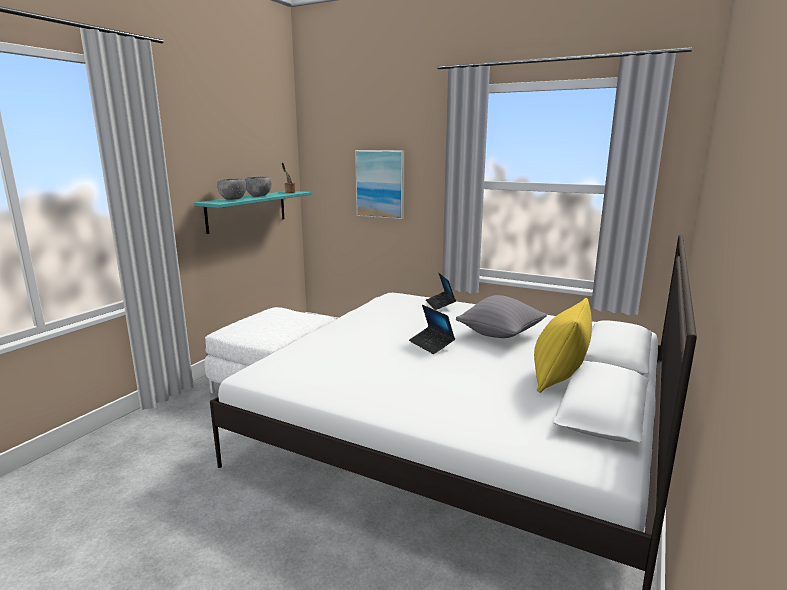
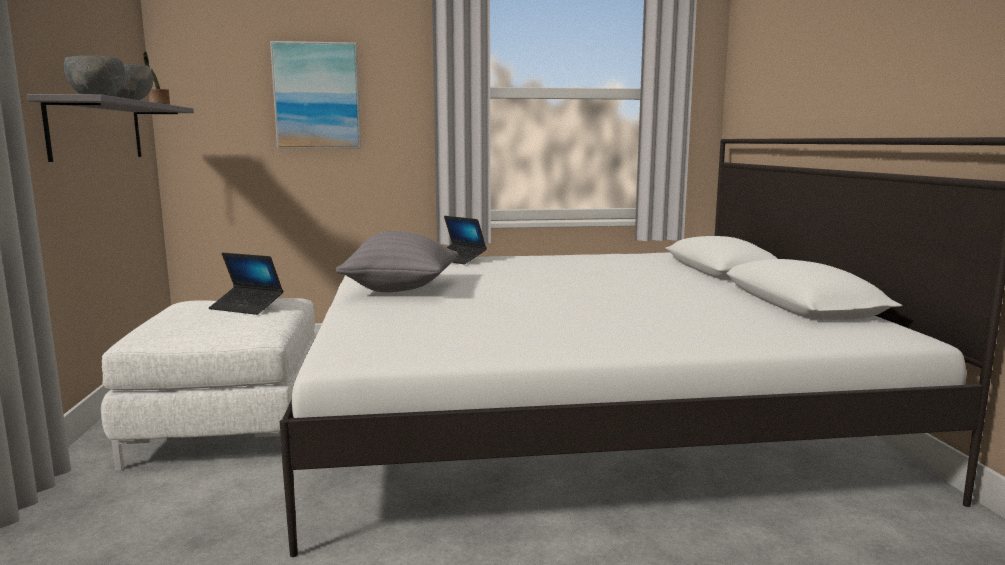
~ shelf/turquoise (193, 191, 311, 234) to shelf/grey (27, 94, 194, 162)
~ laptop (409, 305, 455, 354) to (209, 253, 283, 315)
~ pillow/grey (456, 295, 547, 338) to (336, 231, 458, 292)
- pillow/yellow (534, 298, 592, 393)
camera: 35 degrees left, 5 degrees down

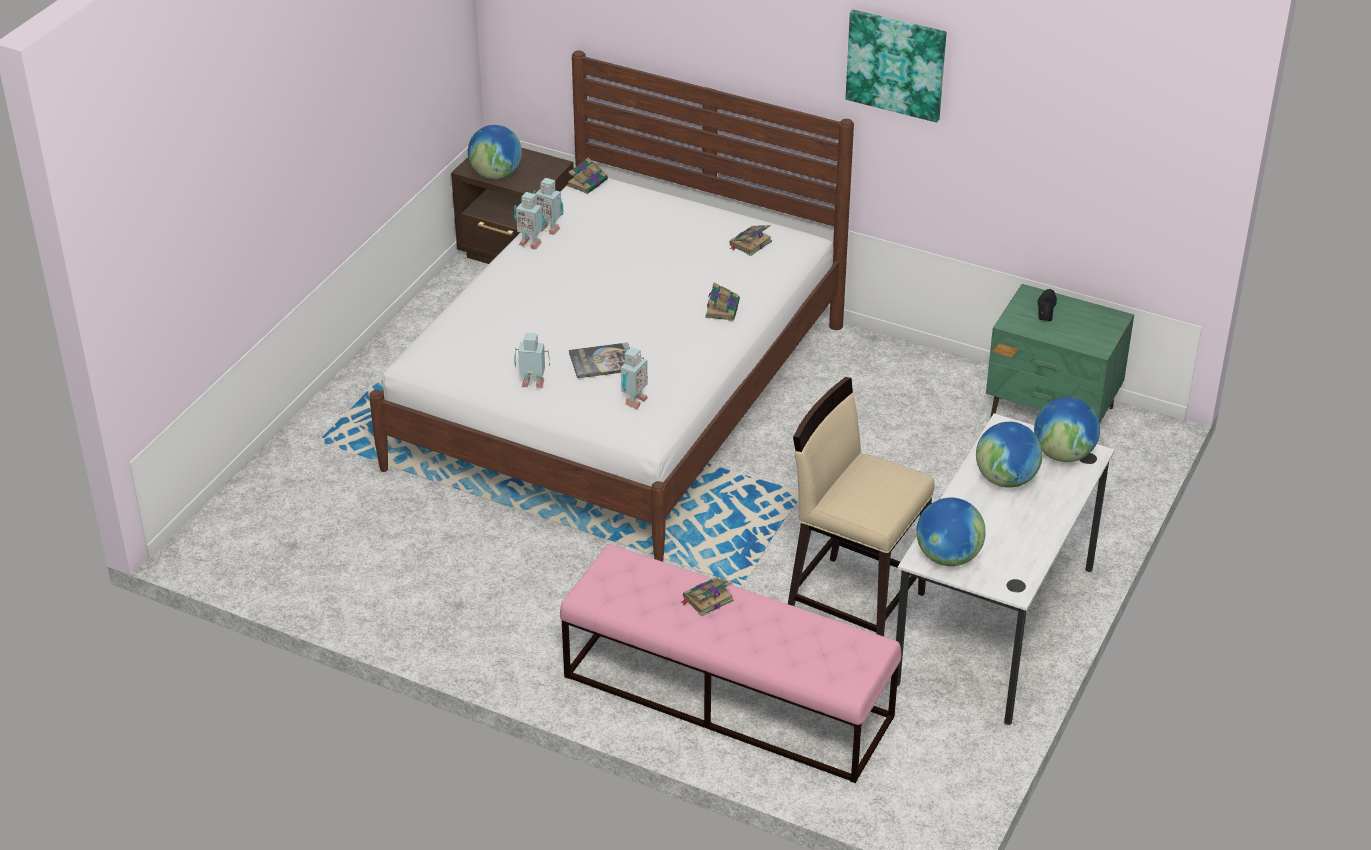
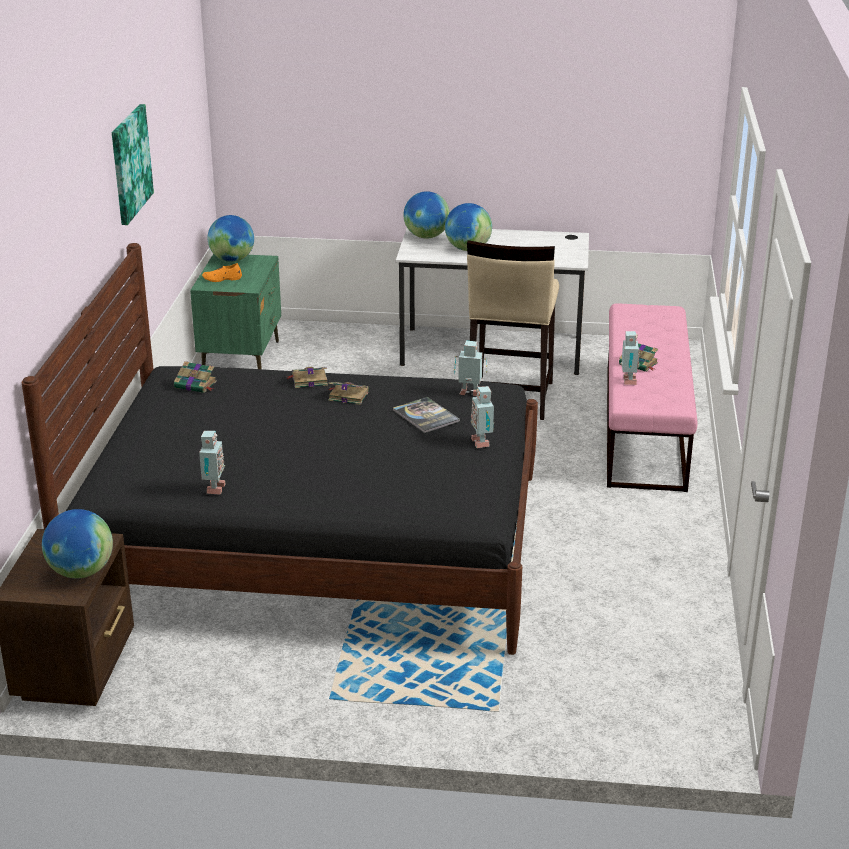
~ bed/white (369, 50, 854, 562) to bed/black (21, 243, 538, 655)
~ toy robot (514, 192, 545, 249) to (619, 331, 640, 385)
~ book (567, 158, 608, 194) to (328, 382, 369, 405)
~ globe (916, 498, 986, 566) to (207, 215, 254, 262)
~ shoe/black (1038, 289, 1057, 321) to shoe/orange (202, 263, 242, 282)
camera: 110 degrees left, 10 degrees down

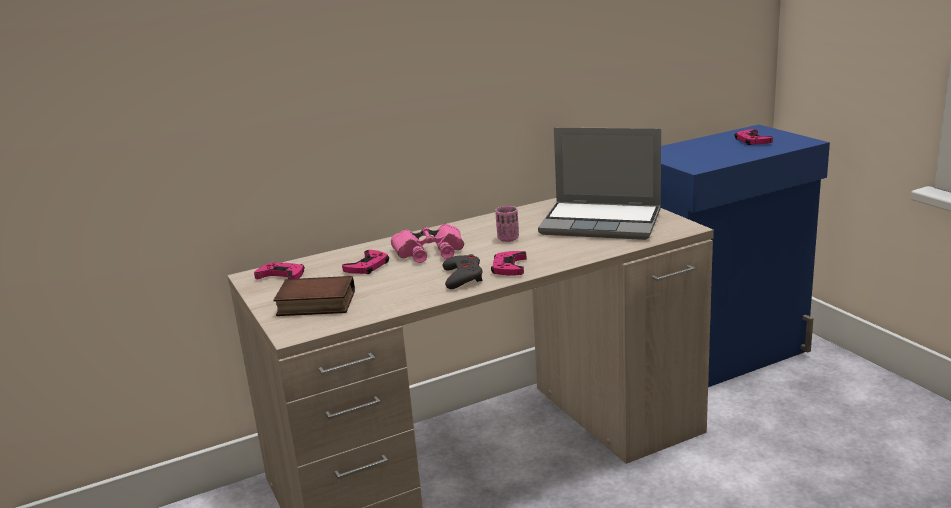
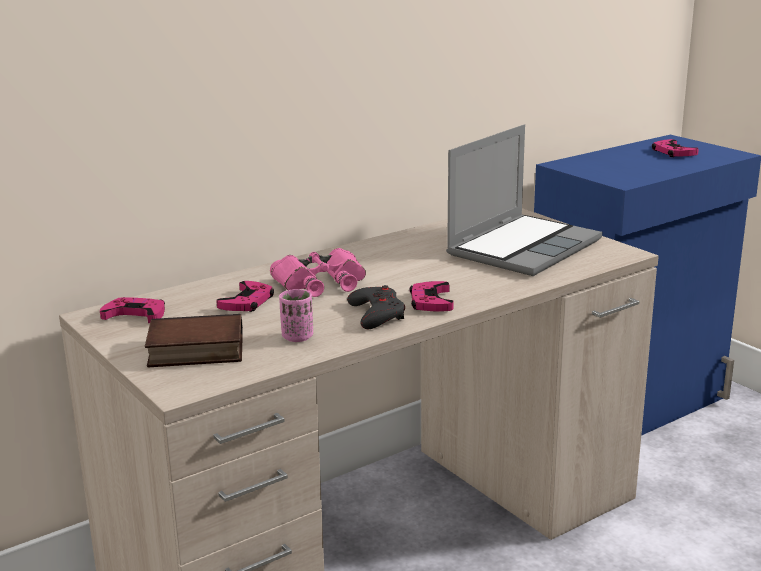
~ cup/pink (495, 206, 519, 242) to (279, 289, 313, 342)
~ laptop (538, 127, 661, 240) = (446, 124, 602, 276) 60 degrees counterclockwise
camera: 10 degrees left, 0 degrees up

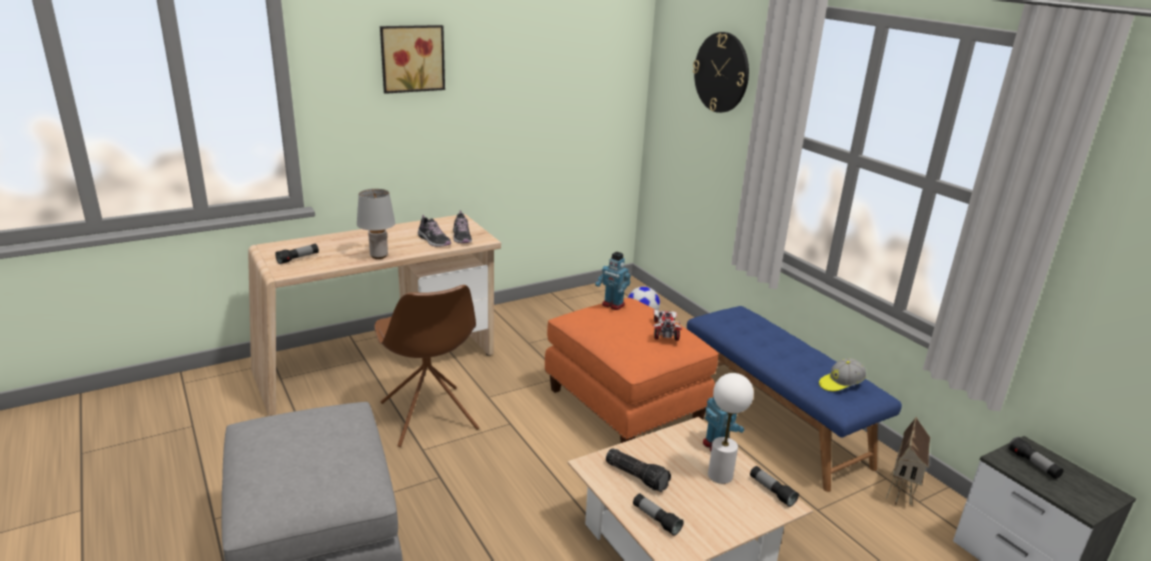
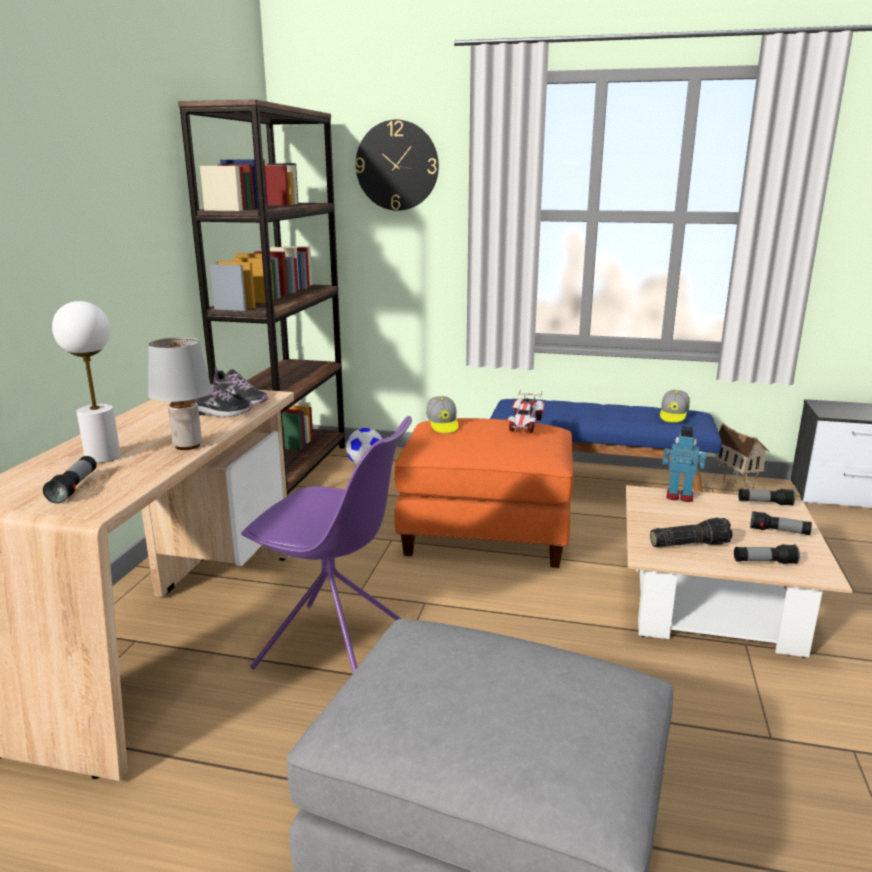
~ chair/brown (375, 285, 479, 447) to chair/purple (241, 416, 412, 673)
- picture (380, 25, 445, 94)
~ toy robot (595, 251, 631, 310) to cap (426, 396, 458, 434)
~ toy car (652, 310, 682, 341) = (507, 389, 544, 433) 120 degrees counterclockwise
~ table lamp/white (708, 373, 754, 484) to (52, 301, 121, 463)
~ flashlight (1008, 437, 1063, 479) to (750, 511, 812, 535)
+ bookcase/brown (178, 99, 345, 496)
camera: 45 degrees left, 5 degrees down

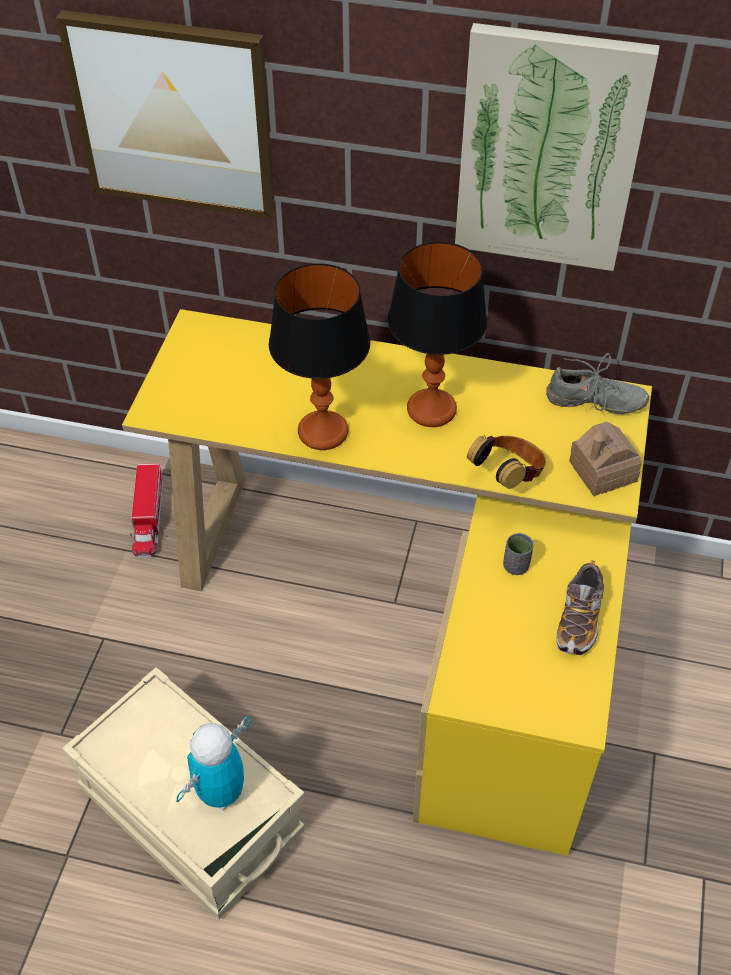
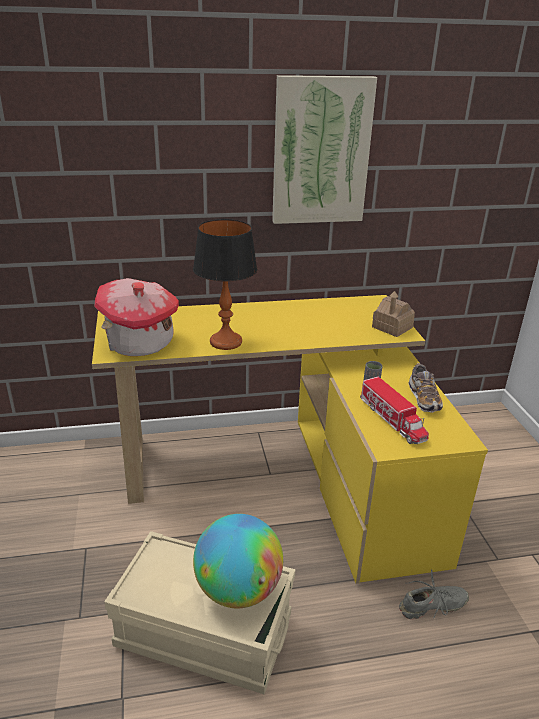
- picture (56, 10, 275, 219)
~ toy truck (130, 463, 163, 557) to (360, 377, 429, 444)
~ toy robot (176, 716, 250, 810) to globe (193, 514, 283, 608)
- table lamp (387, 242, 487, 427)
- headphones (467, 436, 546, 489)
~ shoe/grey (546, 353, 649, 414) to (399, 569, 469, 619)
+ toy house (95, 278, 179, 356)
camera: 25 degrees left, 20 degrees down

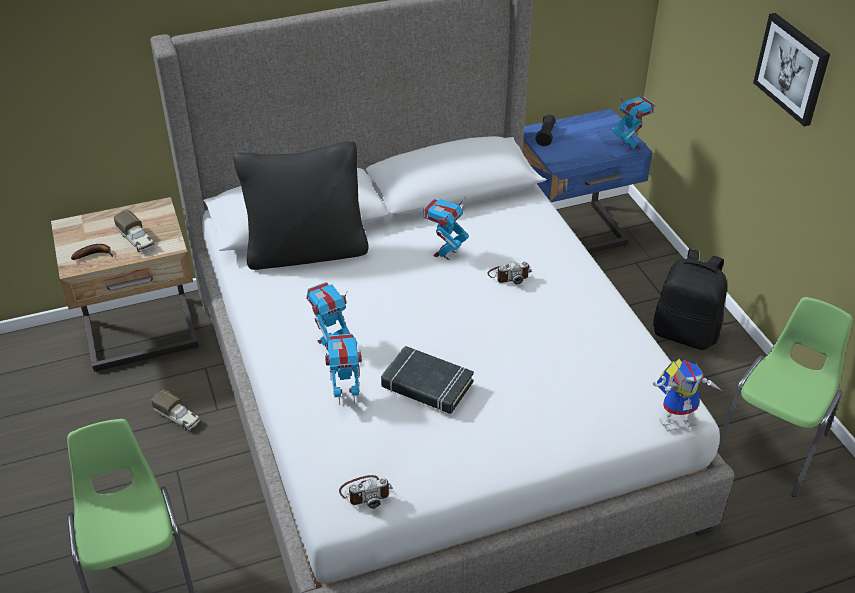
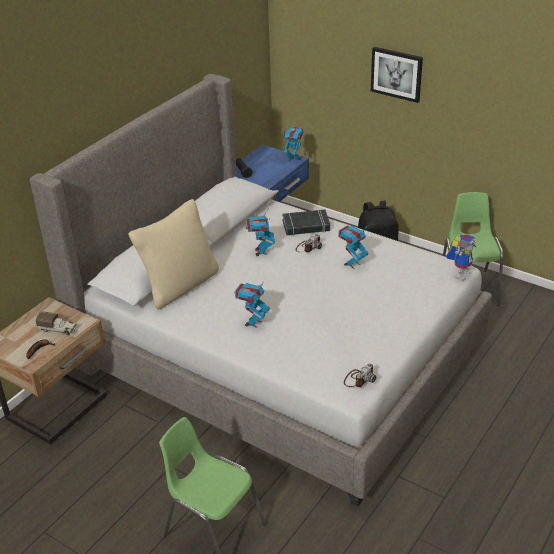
- toy truck (151, 390, 200, 431)
~ pillow/black (233, 141, 369, 270) to pillow/beige (128, 199, 219, 310)
~ toy robot (325, 333, 362, 405) to (338, 225, 368, 269)
~ book/black (381, 346, 474, 414) to (282, 210, 330, 236)
camera: 35 degrees left, 5 degrees down

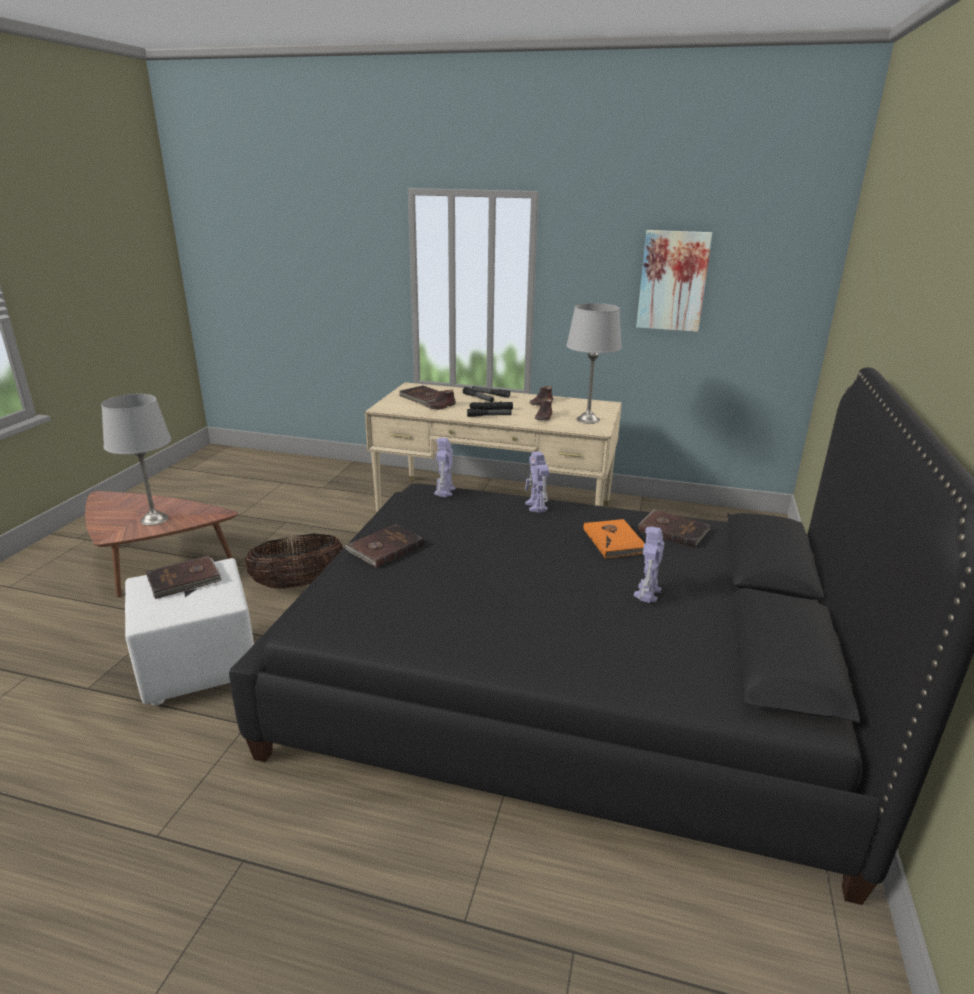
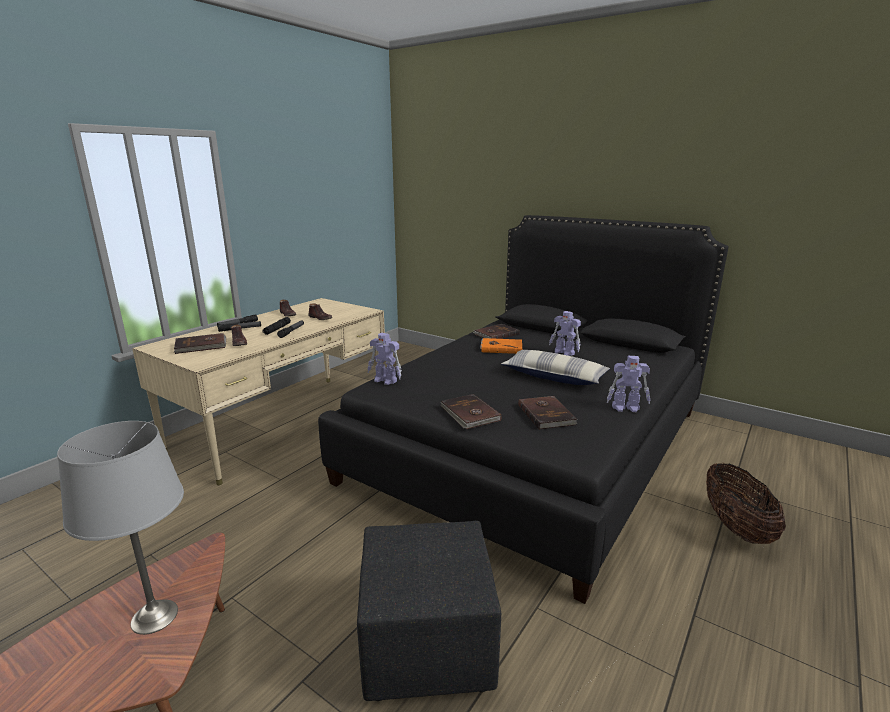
~ ottoman/white (125, 558, 254, 706) to ottoman/black (357, 521, 501, 701)
~ book/brown (146, 556, 222, 599) to (518, 396, 577, 430)
~ basket (244, 533, 343, 589) to (706, 463, 786, 544)
~ toy robot (525, 451, 549, 513) to (607, 356, 651, 412)
- table lamp/grey (566, 303, 622, 424)
- picture (636, 230, 712, 332)
+ pillow (501, 350, 610, 385)
camera: 70 degrees left, 5 degrees down

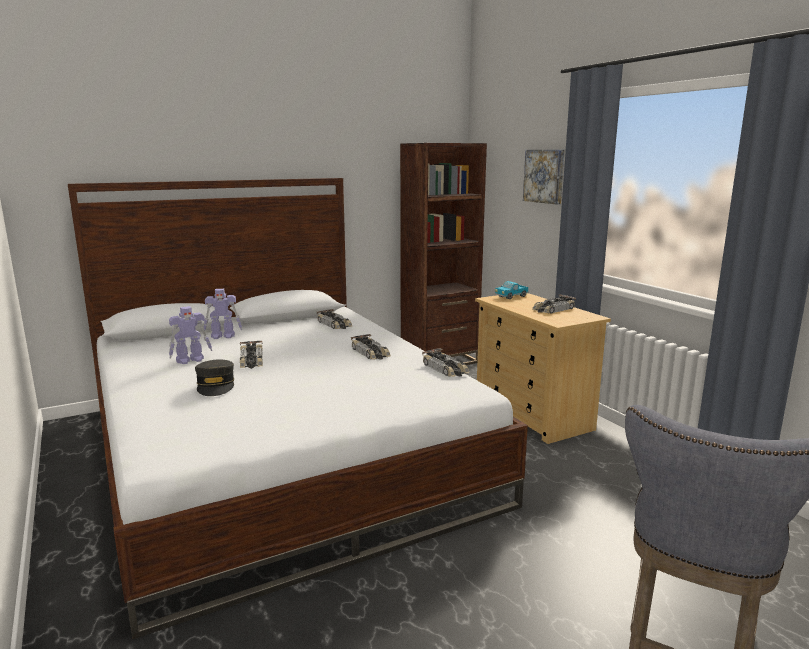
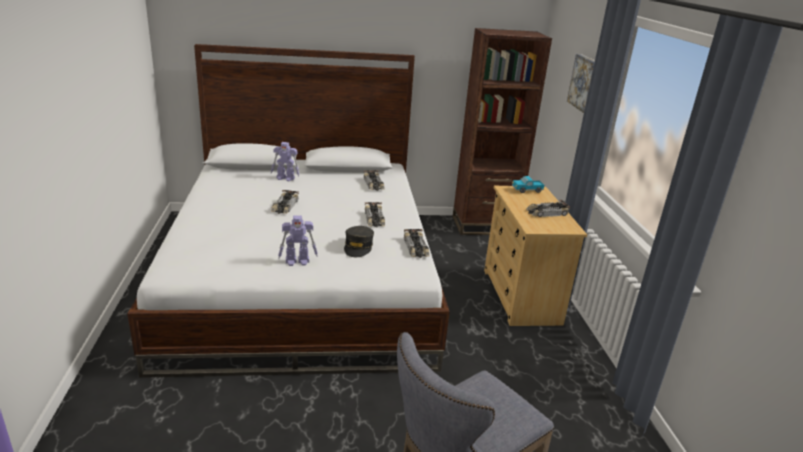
~ toy robot (169, 306, 212, 364) to (278, 215, 318, 266)
~ cap/grey (195, 359, 234, 396) to (344, 226, 374, 257)
camera: 20 degrees right, 10 degrees up

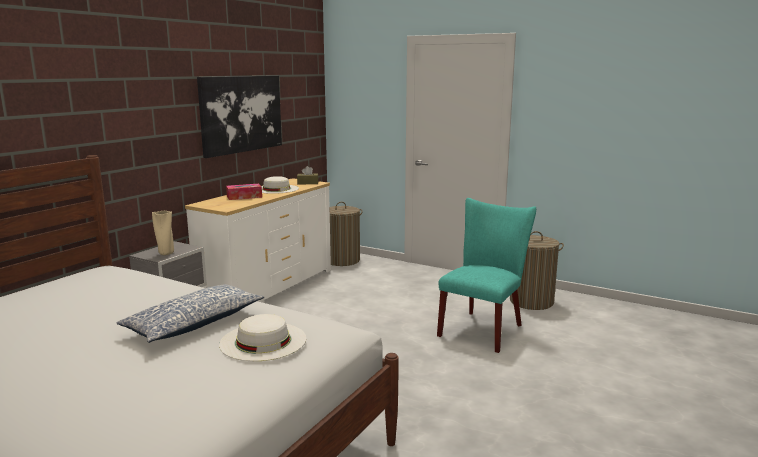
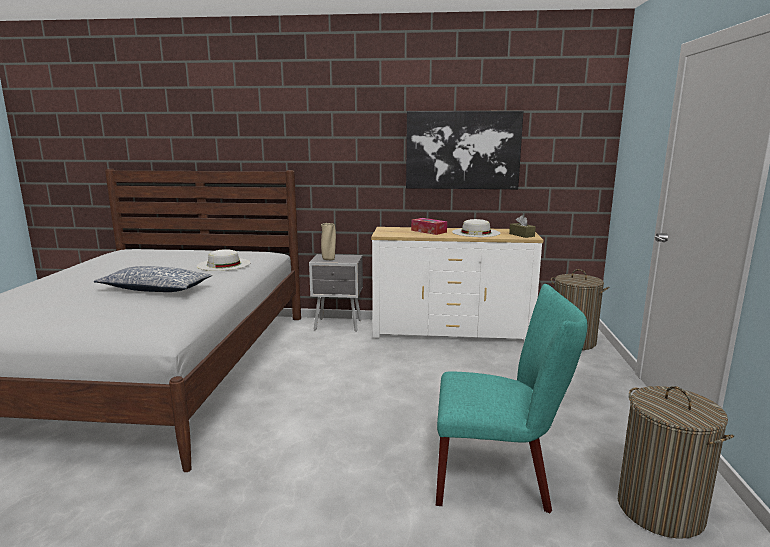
~ hat/white (219, 314, 306, 361) to (197, 249, 251, 271)
camera: 65 degrees right, 0 degrees up

